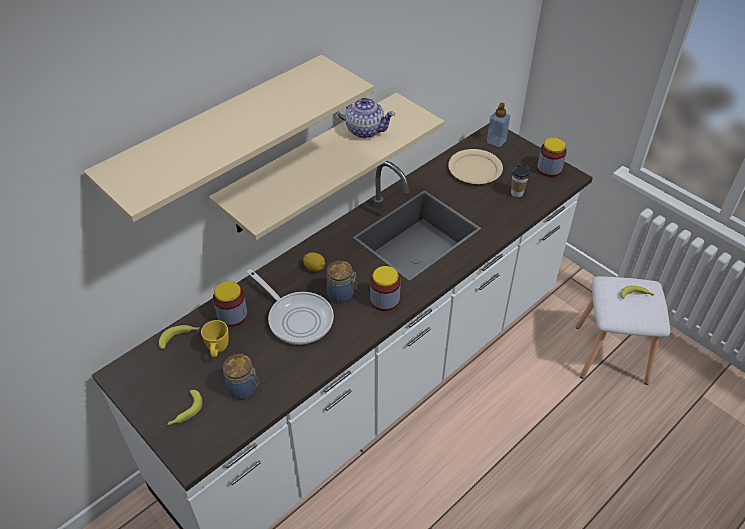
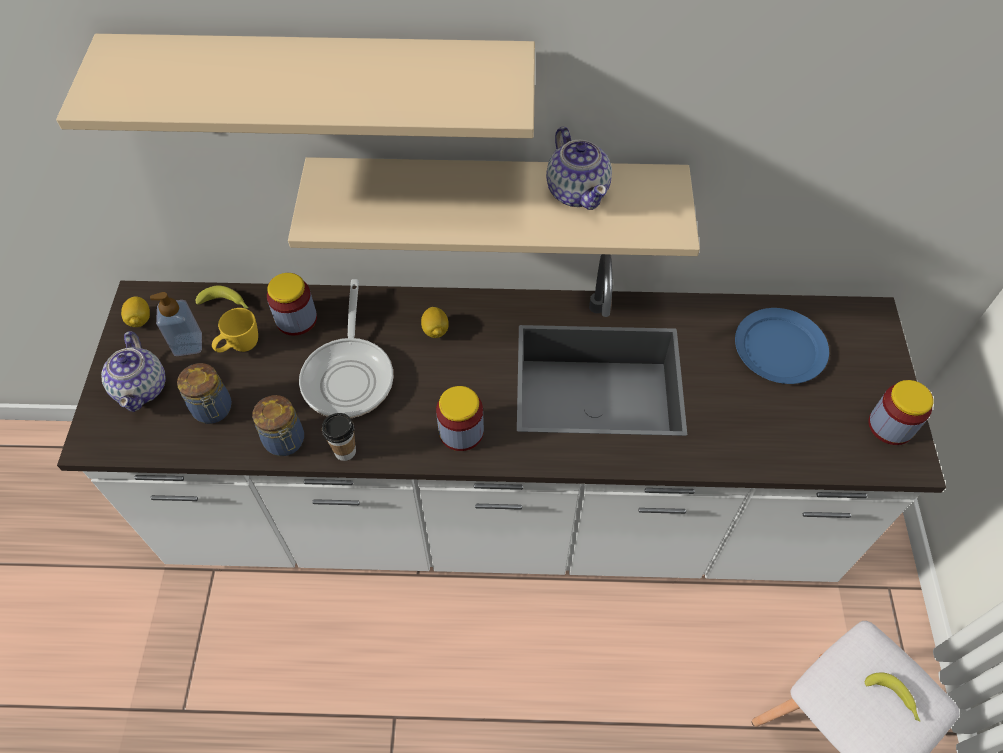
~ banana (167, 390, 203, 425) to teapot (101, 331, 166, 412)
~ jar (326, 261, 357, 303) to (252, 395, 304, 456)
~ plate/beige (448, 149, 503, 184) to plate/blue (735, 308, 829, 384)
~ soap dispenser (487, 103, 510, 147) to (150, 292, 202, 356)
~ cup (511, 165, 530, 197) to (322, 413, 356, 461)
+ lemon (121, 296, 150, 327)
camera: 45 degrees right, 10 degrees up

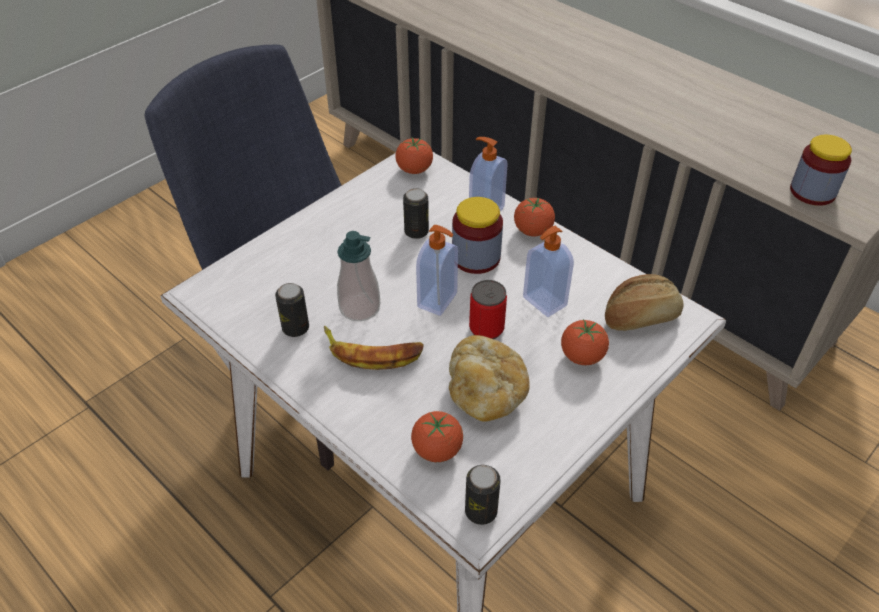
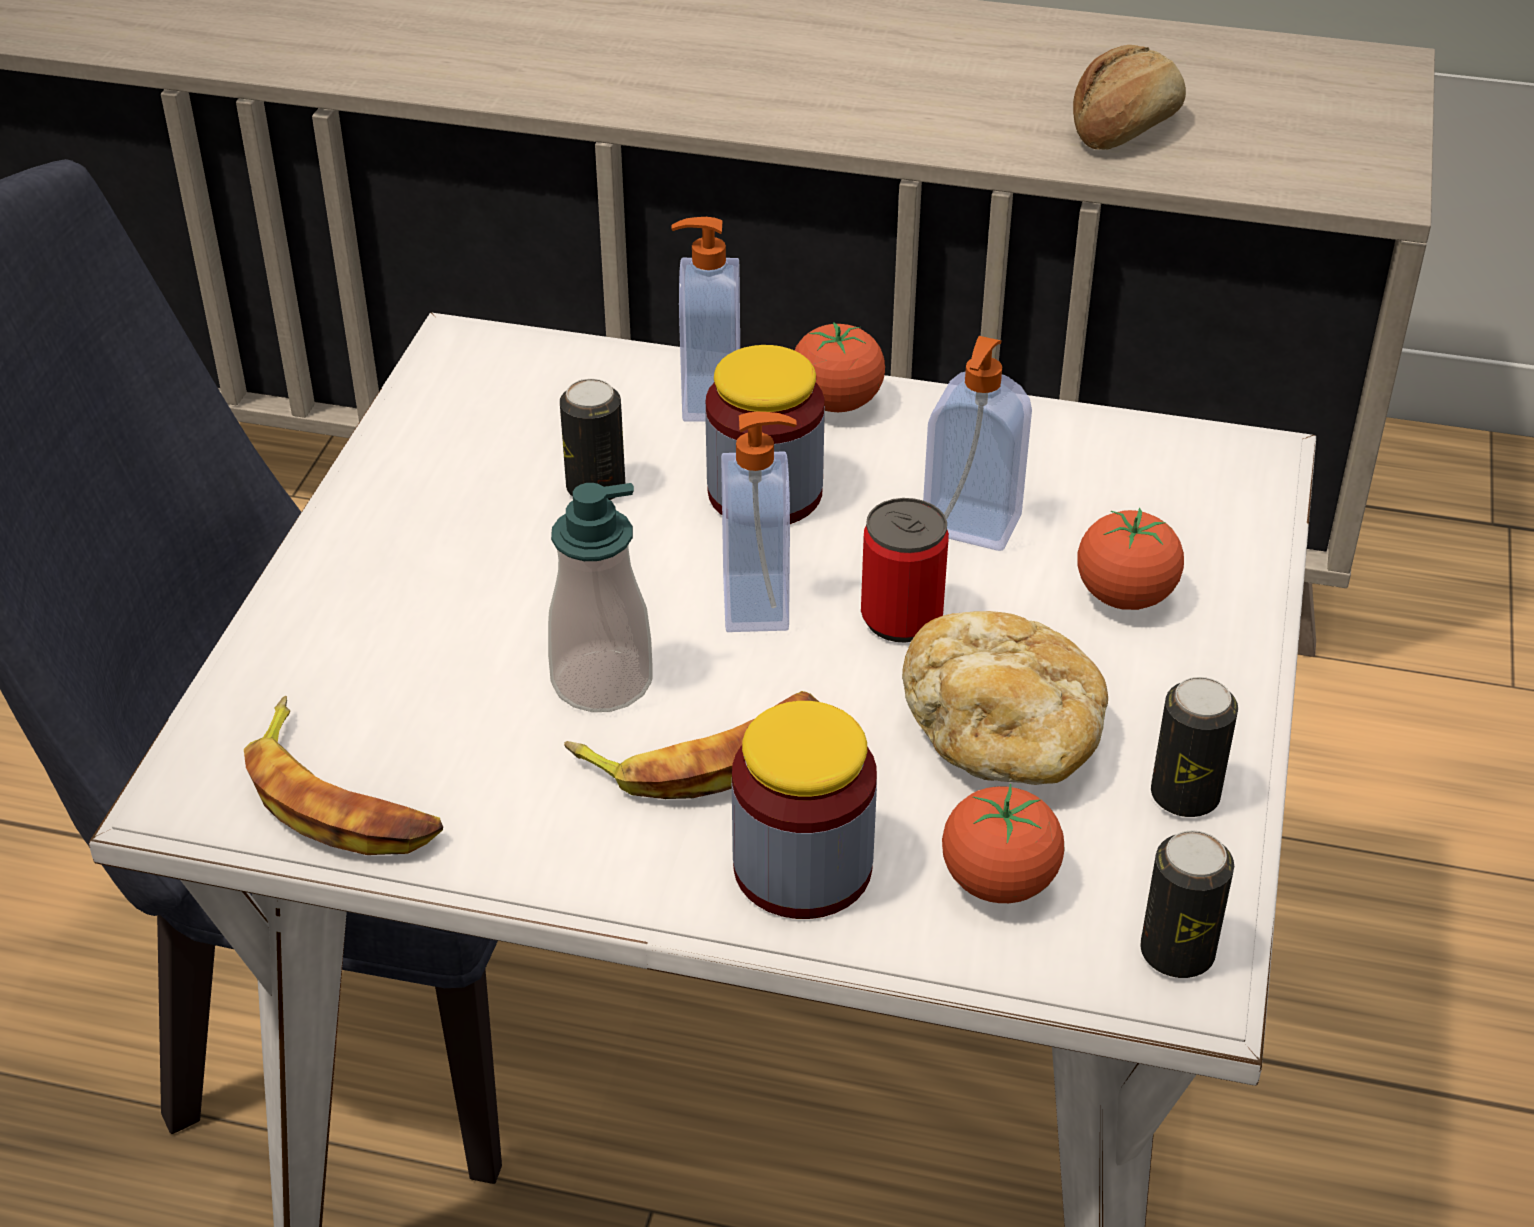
~ can (275, 283, 309, 337) to (1151, 677, 1238, 817)
- tomato (395, 138, 433, 174)
~ bread (605, 274, 684, 331) to (1073, 45, 1186, 150)
~ jar (790, 135, 852, 206) to (732, 701, 877, 919)
+ banana (244, 696, 443, 855)
camera: 30 degrees left, 5 degrees down

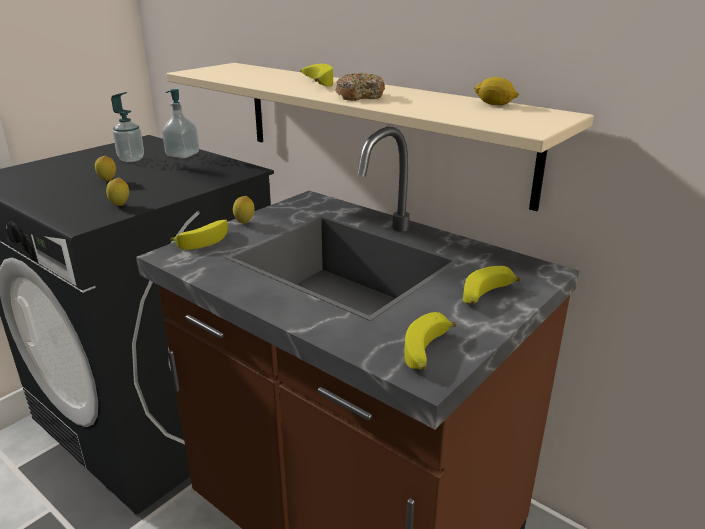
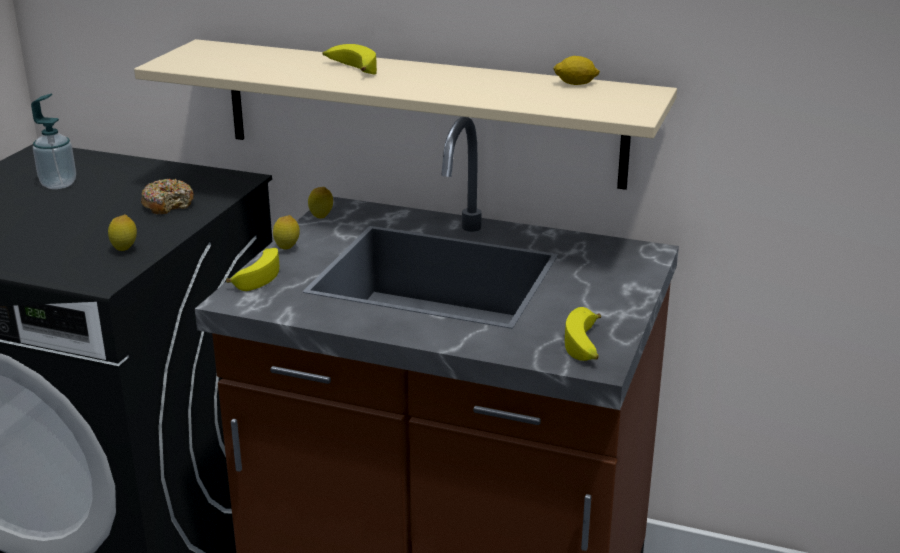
~ lemon (95, 156, 116, 181) to (308, 187, 333, 218)
- soap dispenser (162, 89, 199, 158)
~ donut (335, 73, 385, 101) to (141, 179, 194, 214)
- banana (463, 266, 521, 304)
camera: 20 degrees left, 0 degrees up

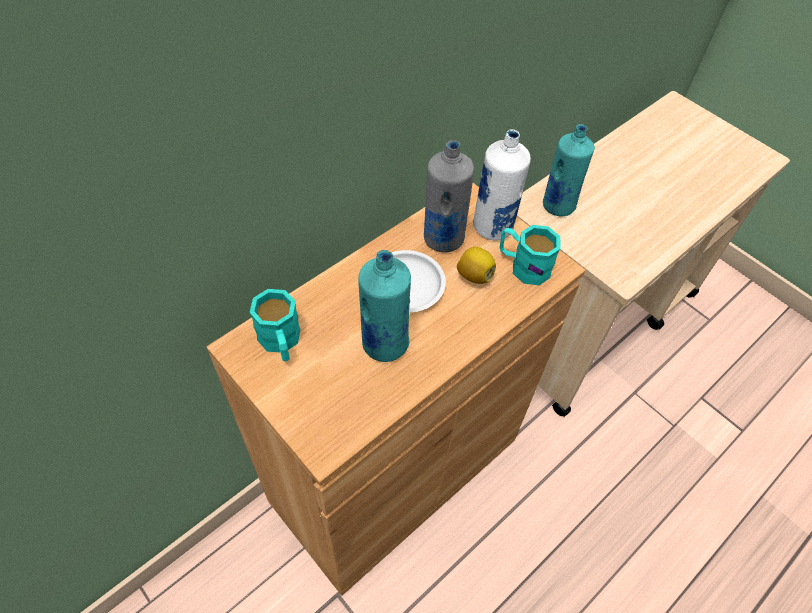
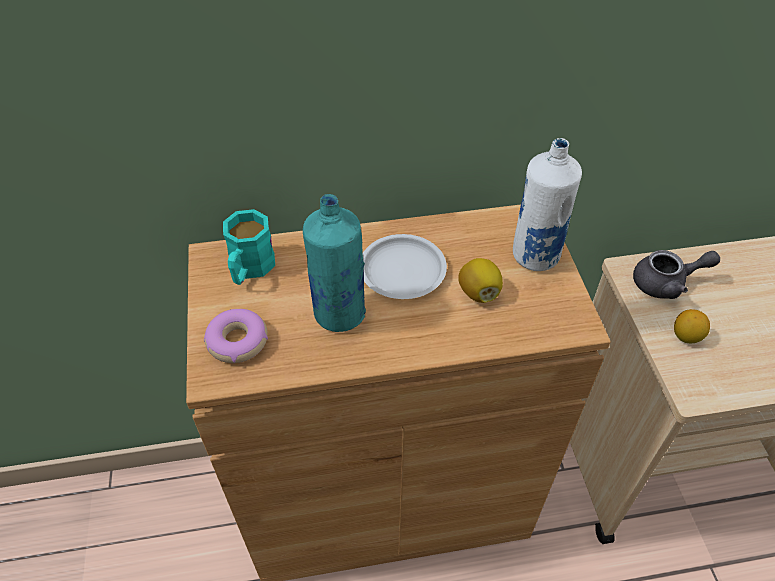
- bottle/grey (424, 140, 474, 252)
- mug/turquoise (500, 225, 561, 285)
~ bottle/turquoise (543, 124, 595, 216) to teapot/grey (633, 250, 720, 299)
+ donut (204, 309, 268, 363)
+ lemon (674, 309, 710, 344)
camera: 35 degrees right, 5 degrees down

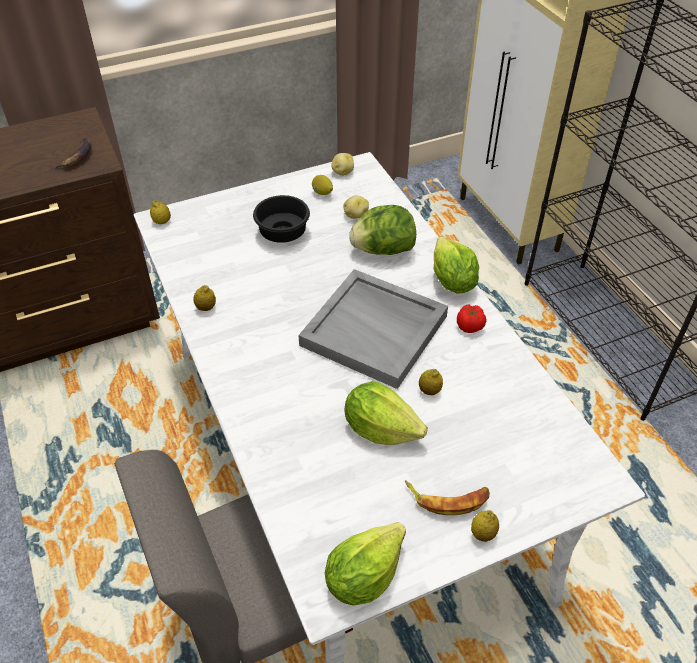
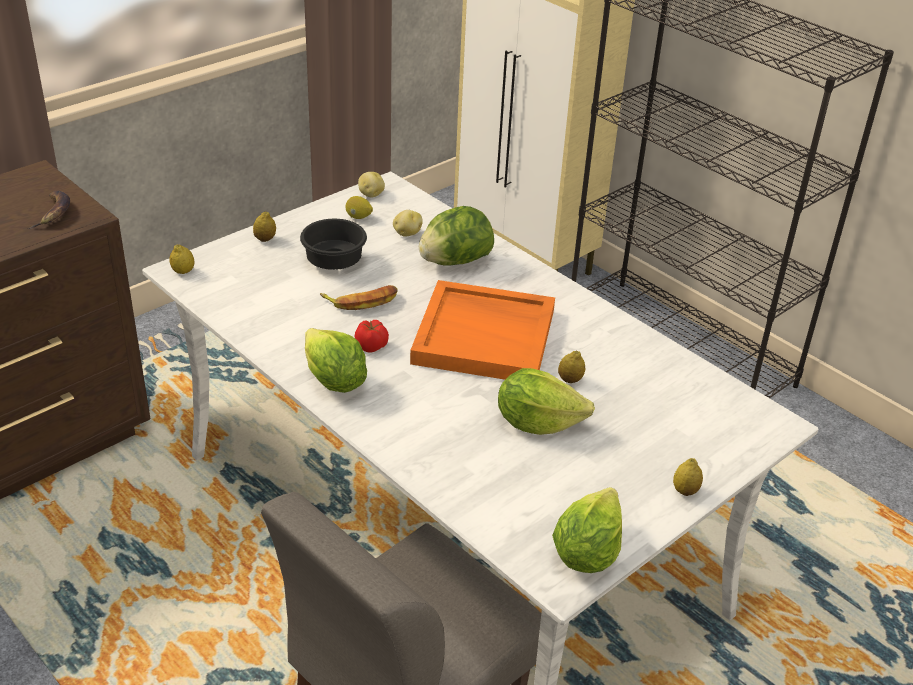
~ lemon (193, 285, 216, 311) to (253, 212, 276, 242)
~ tray/grey (299, 269, 448, 389) to tray/orange (410, 280, 555, 380)
~ banana (405, 480, 490, 515) to (320, 285, 398, 310)
~ lettuce (434, 237, 479, 294) to (305, 328, 367, 393)
~ tomato (457, 305, 486, 333) to (354, 320, 389, 352)
camera: 20 degrees left, 10 degrees down

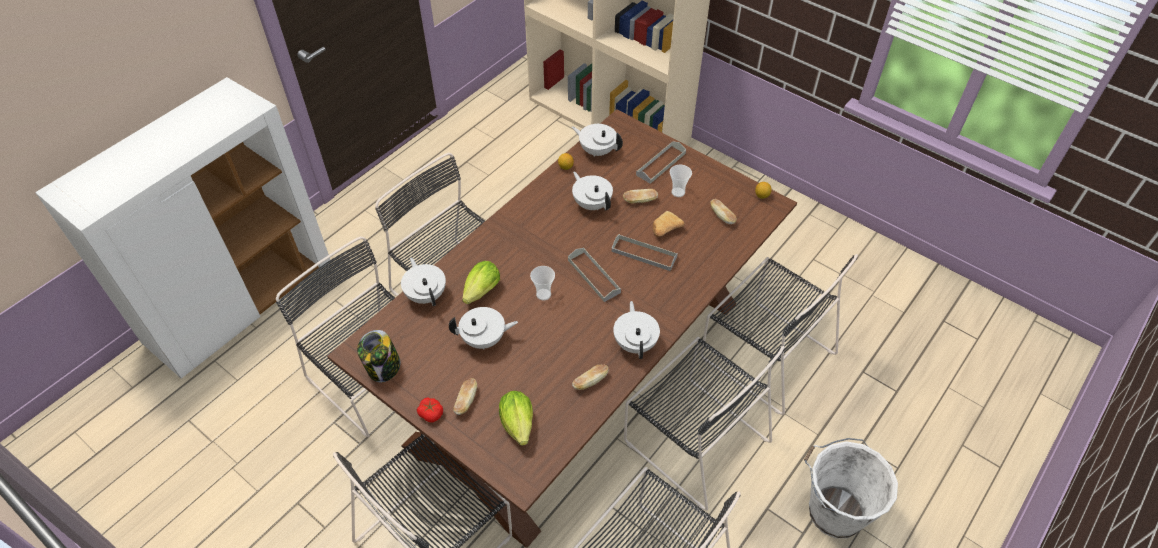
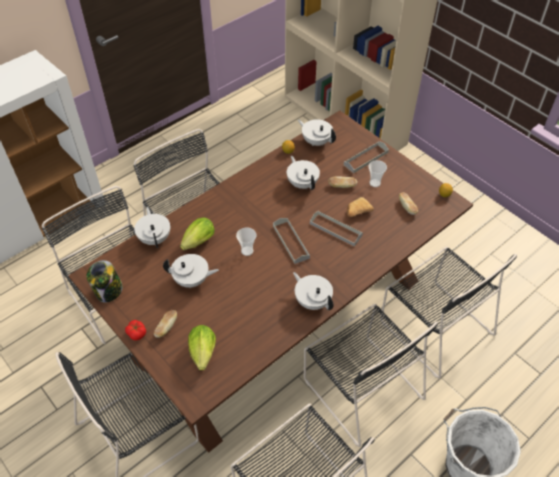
- bread (572, 365, 609, 390)
~ teapot/white (613, 301, 660, 359) = (293, 272, 334, 310) 45 degrees counterclockwise
camera: 10 degrees right, 0 degrees up

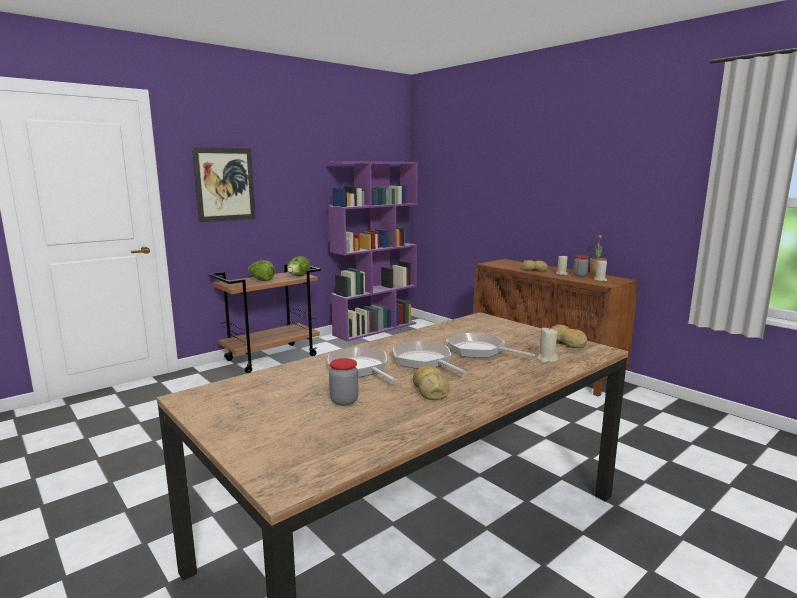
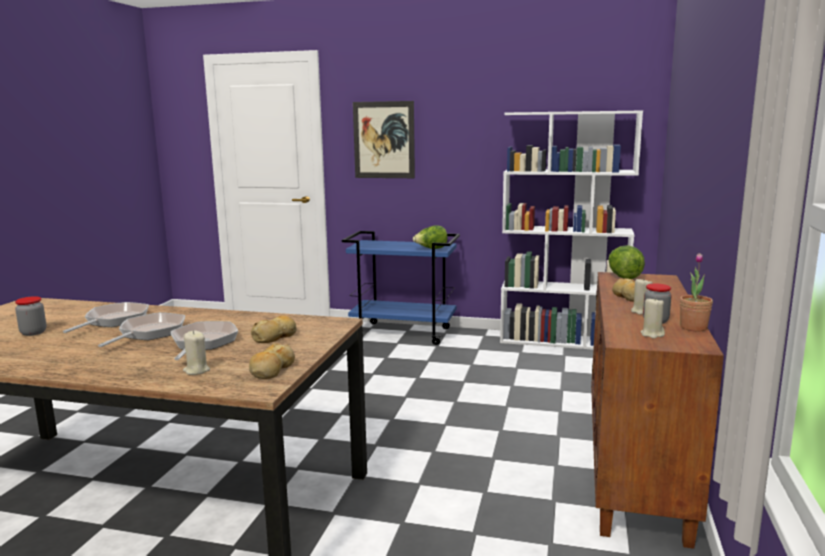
~ cart/brown (209, 264, 321, 373) to cart/blue (342, 231, 460, 345)
~ lettuce (248, 260, 275, 281) to (608, 245, 645, 279)
~ bookcase/purple (327, 161, 418, 341) to bookcase/white (500, 110, 643, 350)
~ bread (413, 366, 450, 400) to (251, 315, 297, 343)
camera: 55 degrees right, 0 degrees up

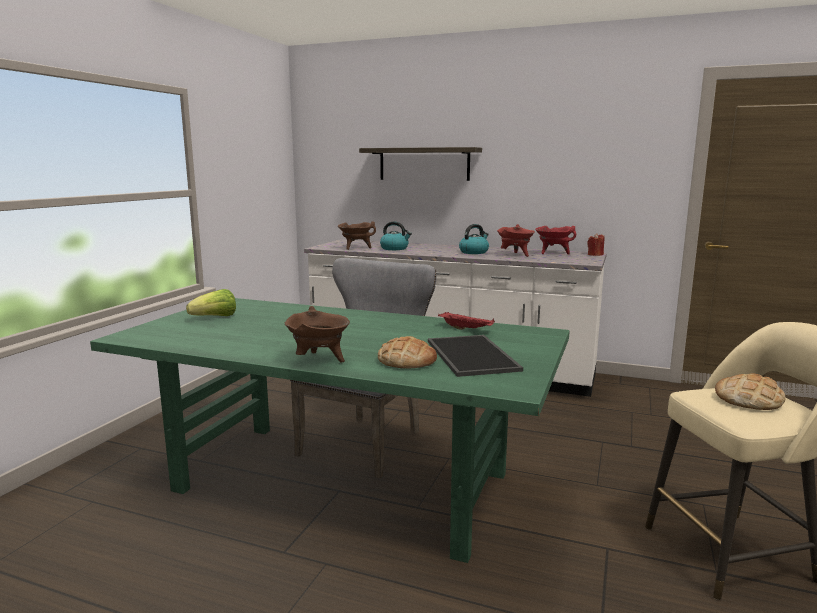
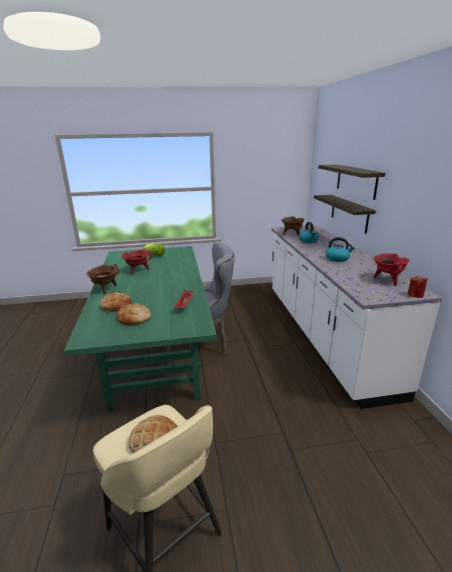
~ tray (428, 335, 523, 377) to bread (117, 303, 151, 325)
~ cooking pot/red (497, 224, 535, 257) to (121, 250, 152, 275)
+ shelf (314, 195, 376, 234)
camera: 60 degrees right, 10 degrees up

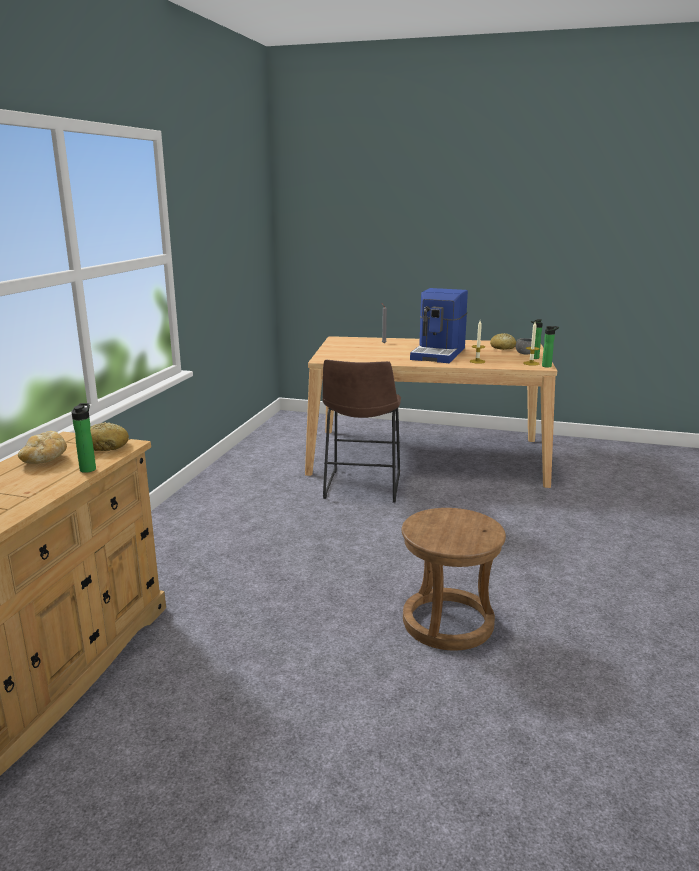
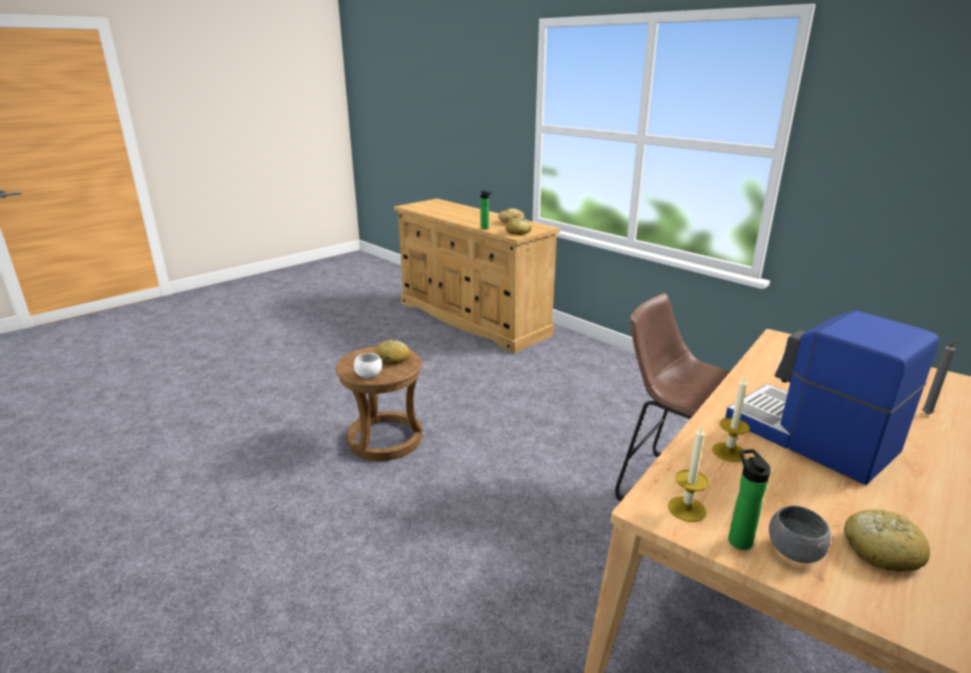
- bottle (542, 326, 559, 368)
+ bowl/white (354, 353, 382, 378)
+ bread (374, 340, 410, 365)
camera: 120 degrees right, 5 degrees up

